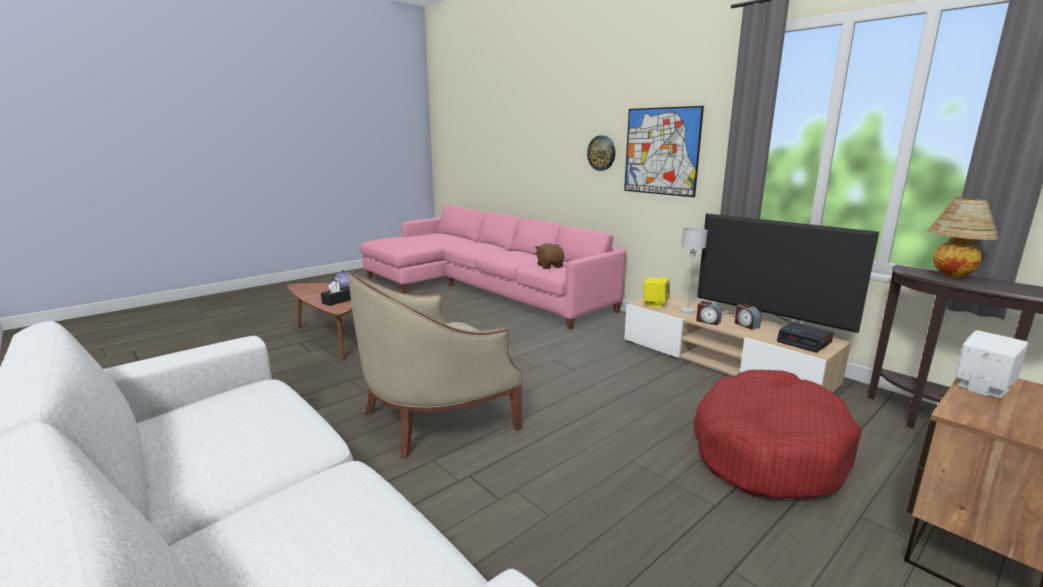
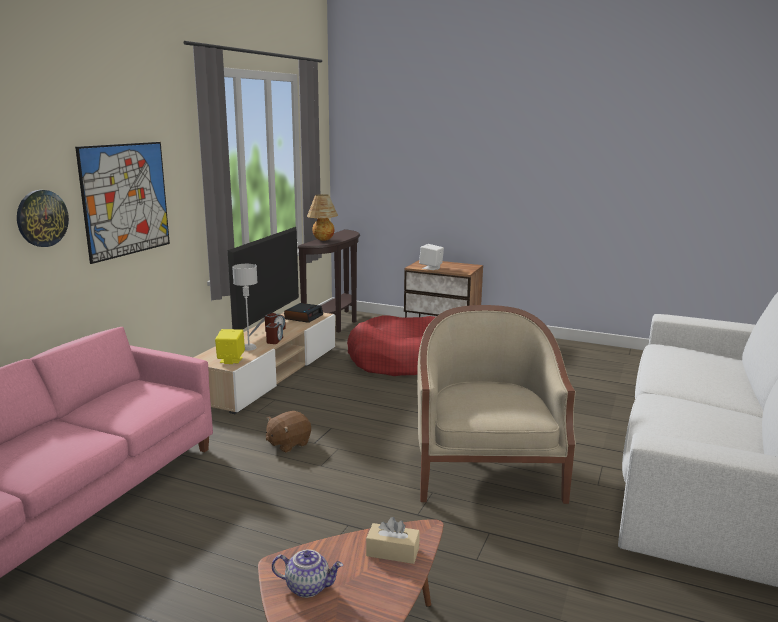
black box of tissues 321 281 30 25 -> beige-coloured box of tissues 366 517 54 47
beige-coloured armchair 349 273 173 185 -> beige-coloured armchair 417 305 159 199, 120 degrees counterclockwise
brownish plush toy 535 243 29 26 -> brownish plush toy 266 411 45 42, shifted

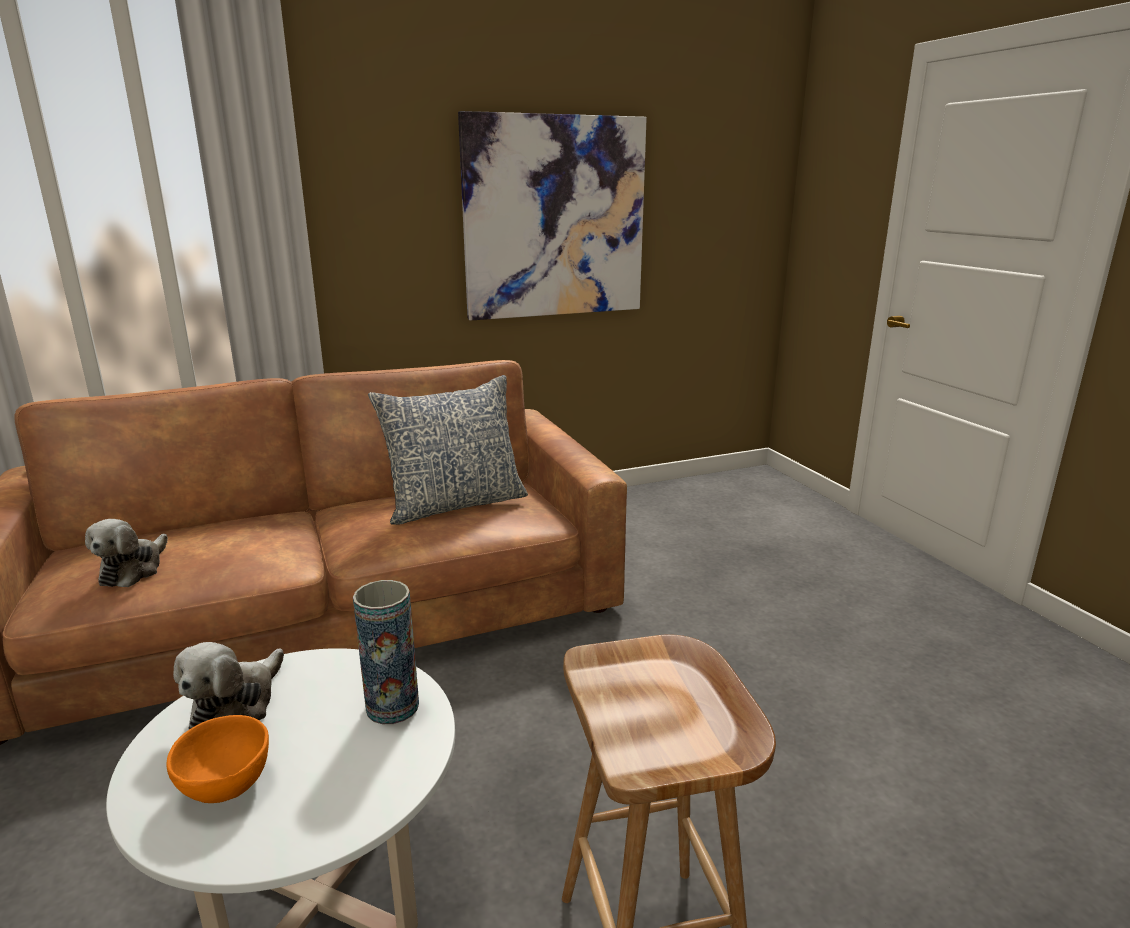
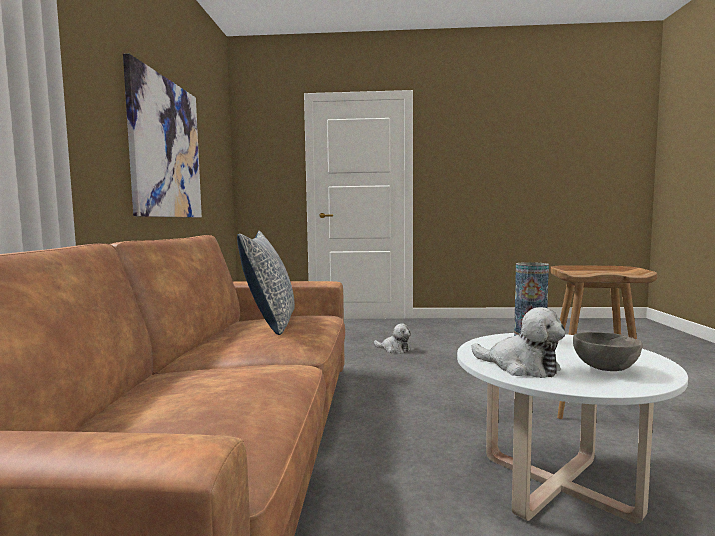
plush toy 85 519 83 68 -> plush toy 374 323 37 31, shifted
orangey bowl 167 715 102 88 -> gray bowl 573 332 70 39

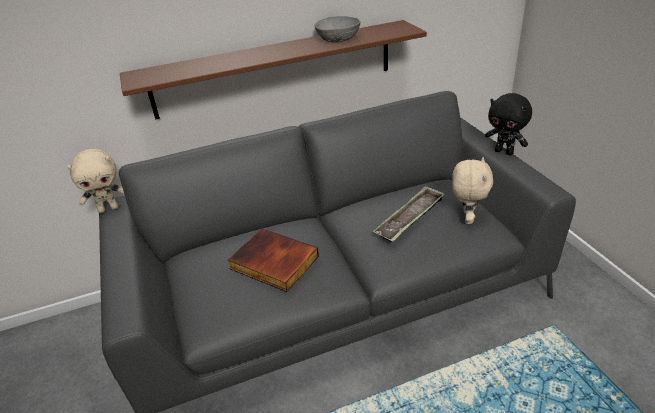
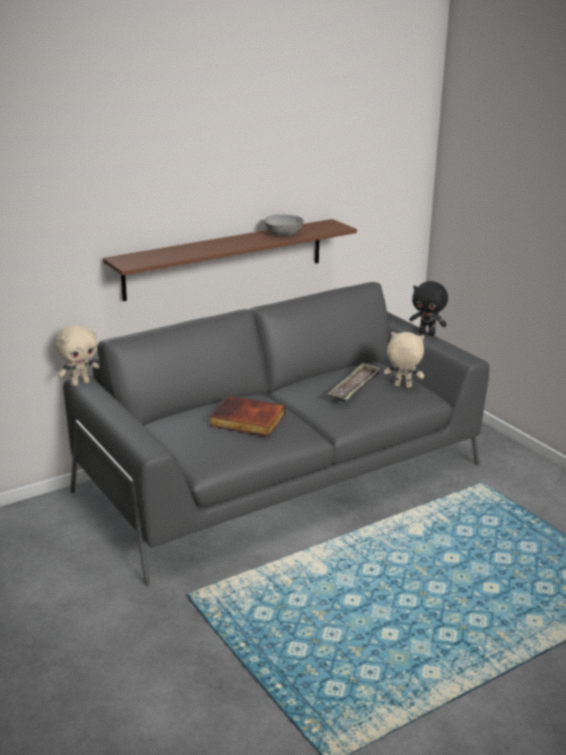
beige-coloured plush toy 452 157 41 67 -> beige-coloured plush toy 384 332 40 56, 75 degrees counterclockwise

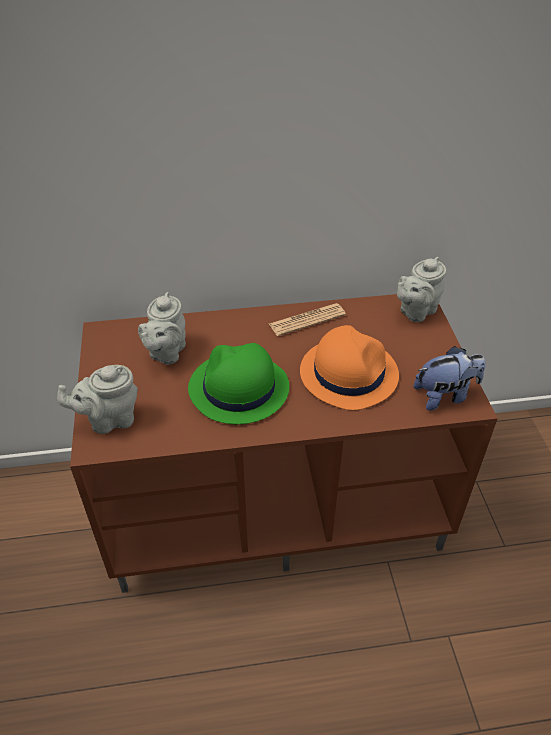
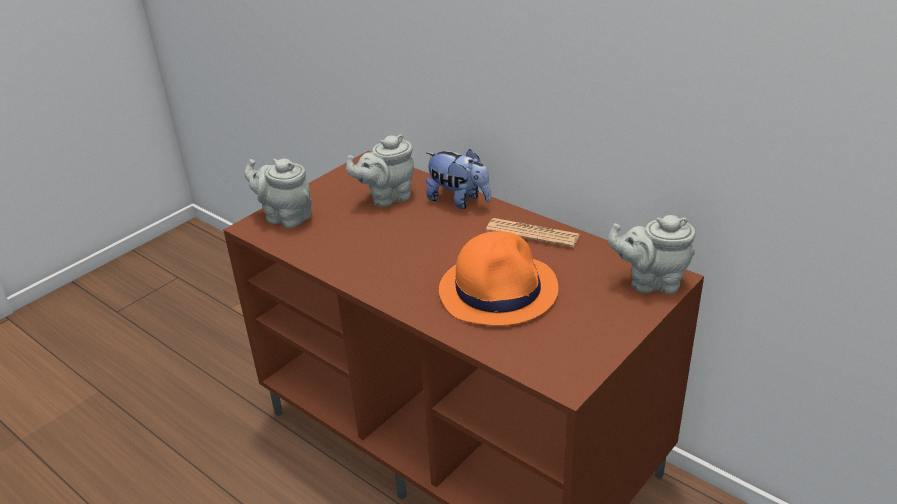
green hat 188 343 101 81 -> none
plush toy 413 346 72 65 -> plush toy 426 149 65 60, shifted

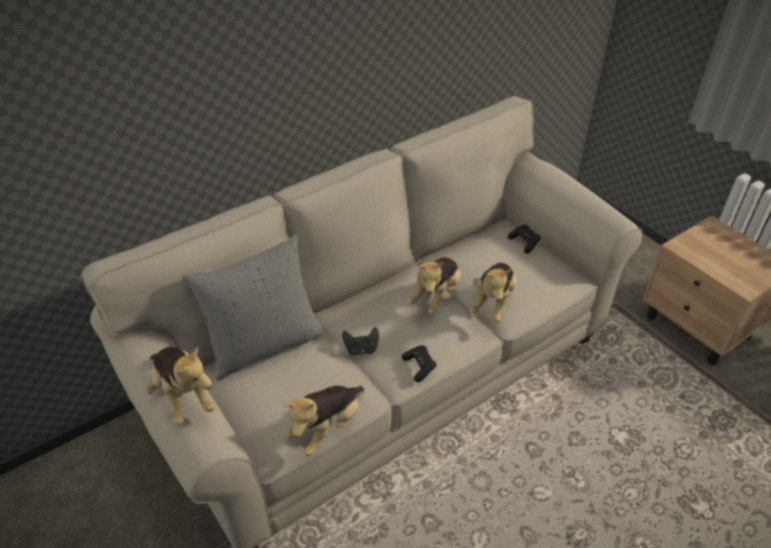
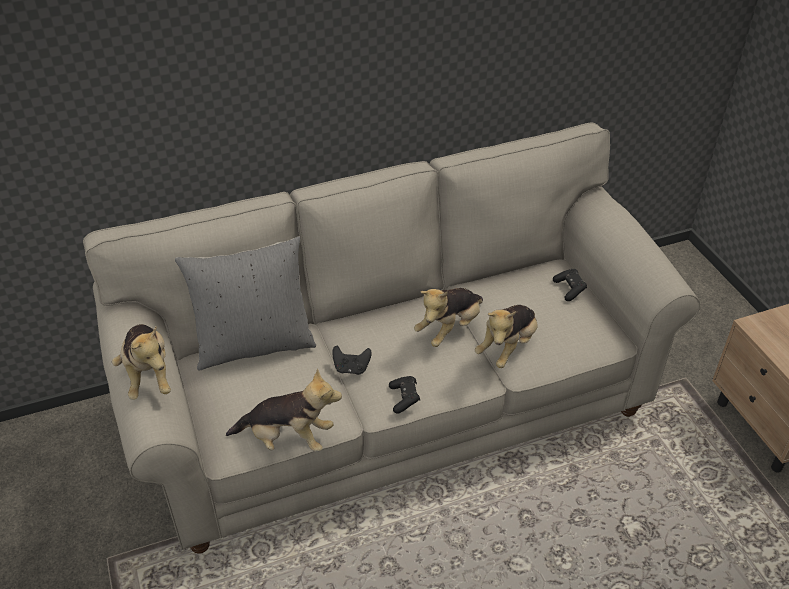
plush toy 284 385 80 71 -> plush toy 226 369 116 83, 135 degrees counterclockwise

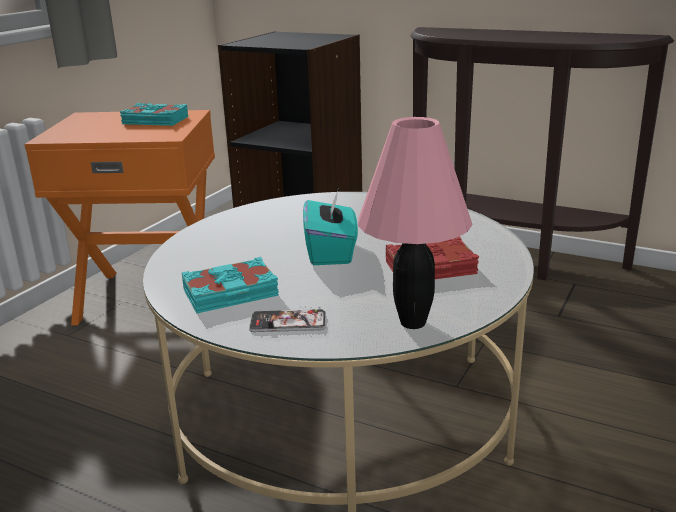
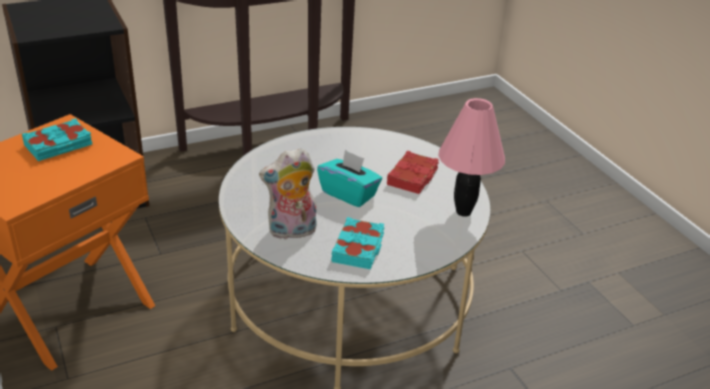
phone 249 306 77 26 -> none
none -> plush toy 259 148 58 92

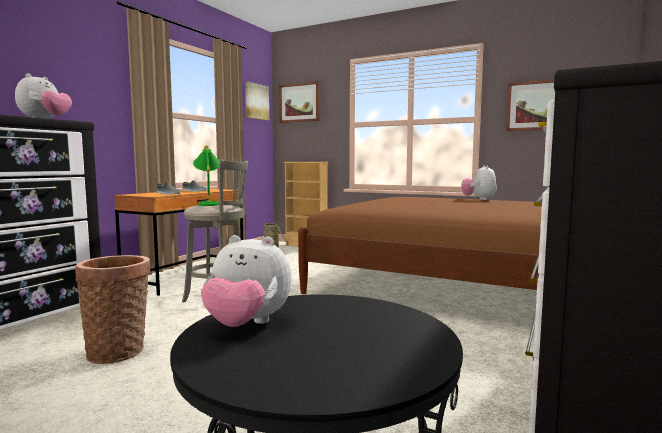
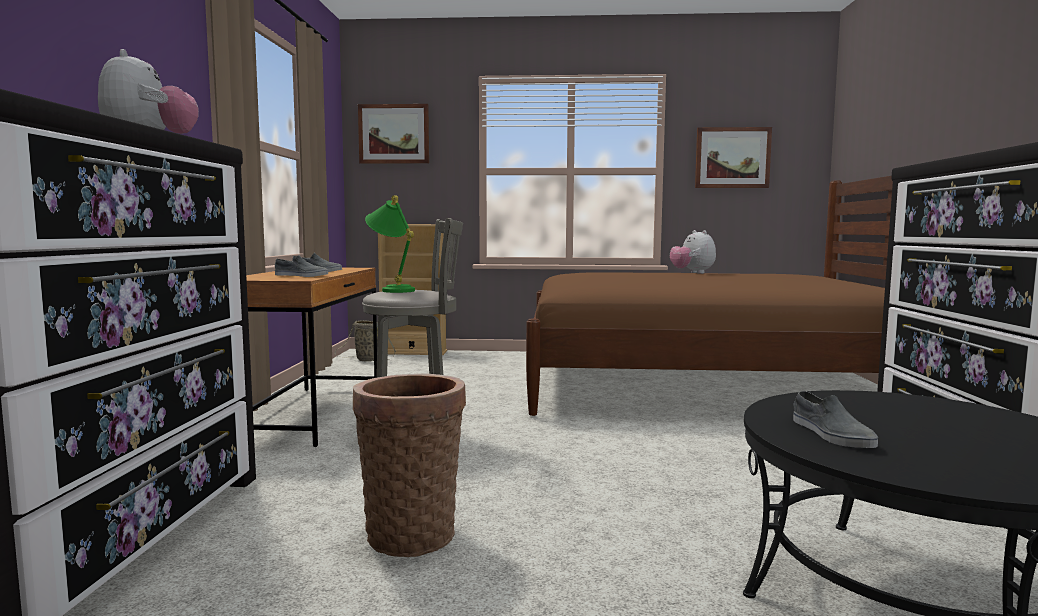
plush toy 201 235 91 92 -> gray item of footwear 793 391 85 57
picture 245 82 24 39 -> none

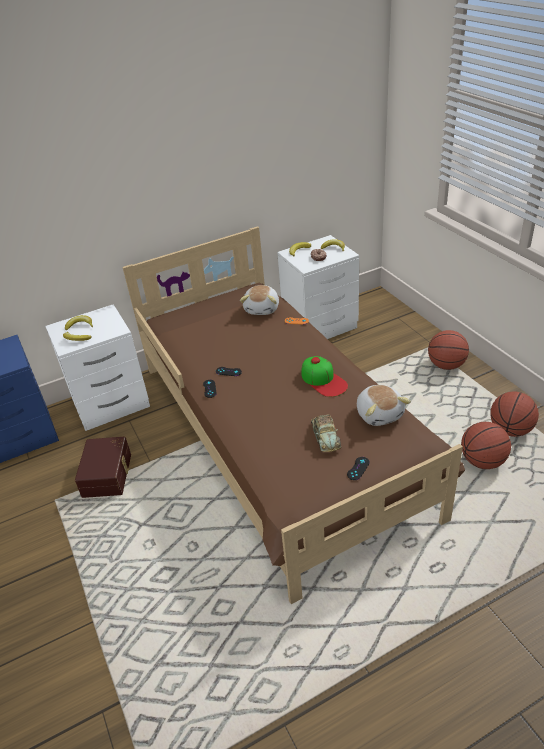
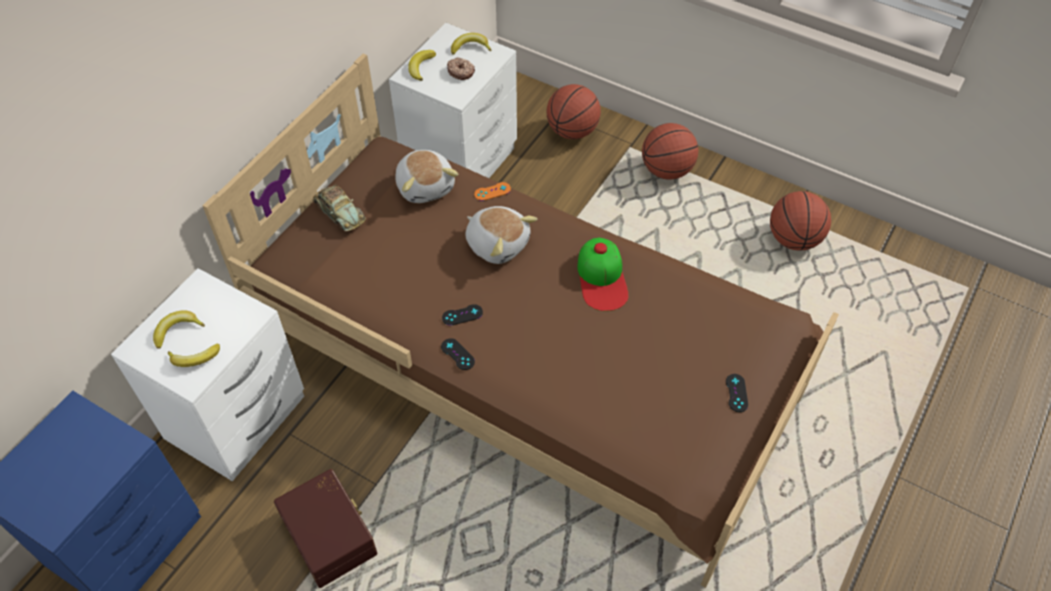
cap 301 356 47 41 -> cap 577 238 52 73, 60 degrees clockwise
miniature car 311 414 30 38 -> miniature car 313 185 53 47, shifted
plush toy 357 385 54 41 -> plush toy 466 206 71 58, shifted
basketball ball 461 422 50 47 -> basketball ball 547 84 54 55, shifted

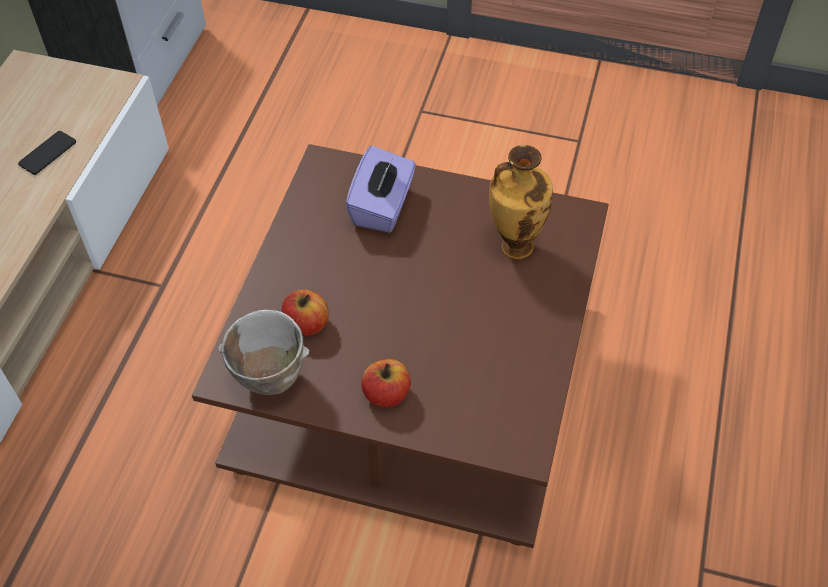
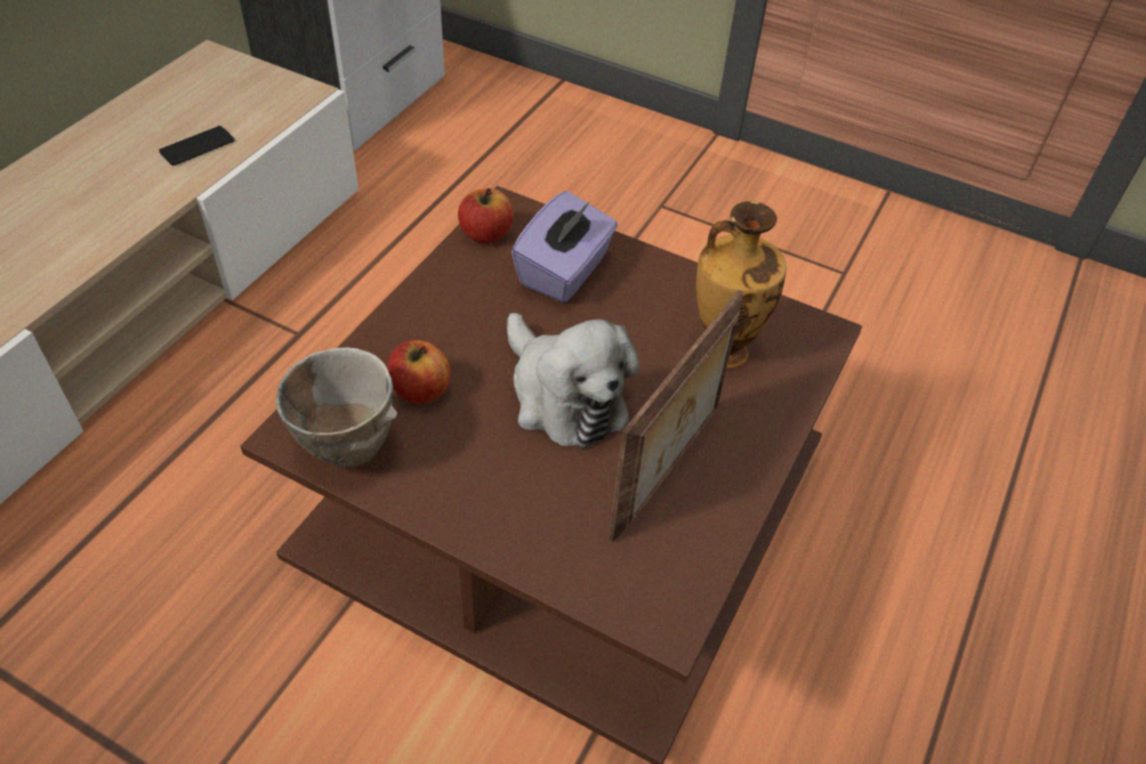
apple fruit 361 359 50 48 -> apple fruit 458 188 56 55, shifted
none -> plush toy 507 313 133 136
none -> picture frame 609 290 134 252

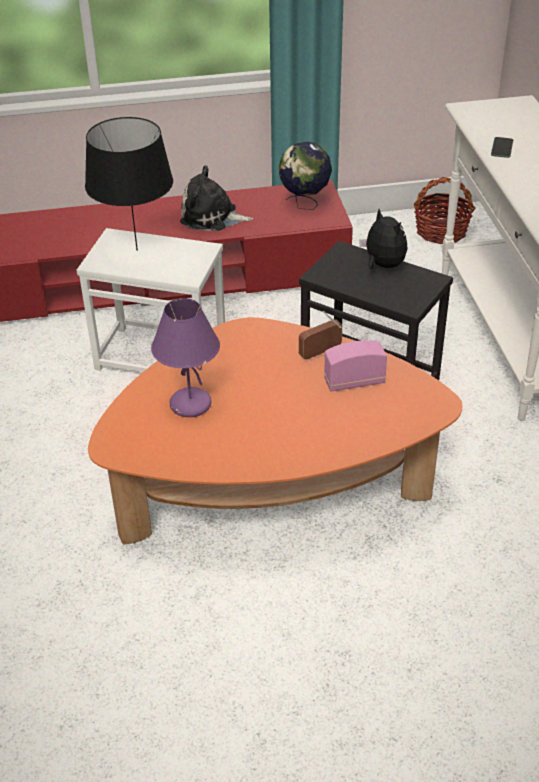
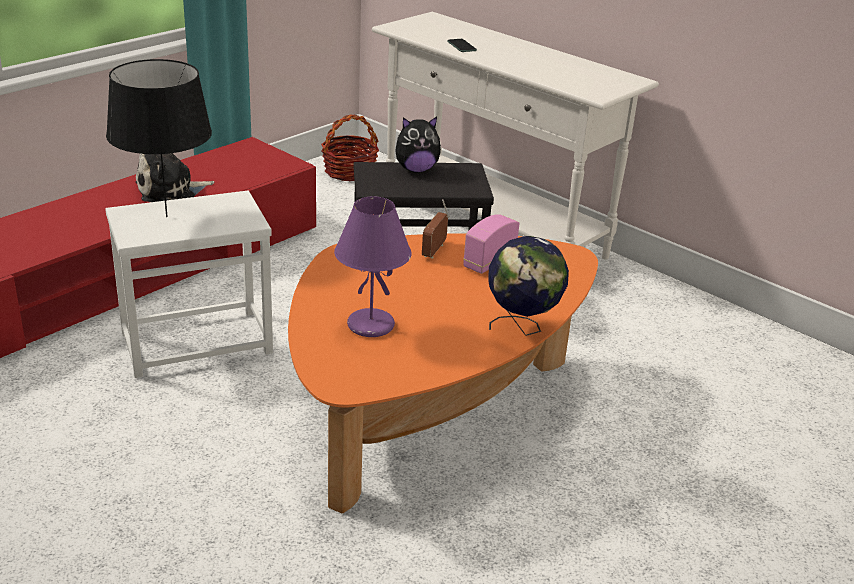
world globe 278 142 54 68 -> world globe 489 236 80 100, shifted
plush toy 359 209 49 60 -> plush toy 395 117 46 56, 150 degrees clockwise

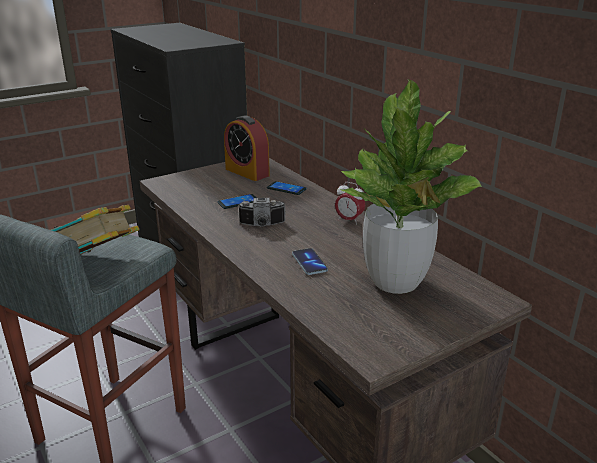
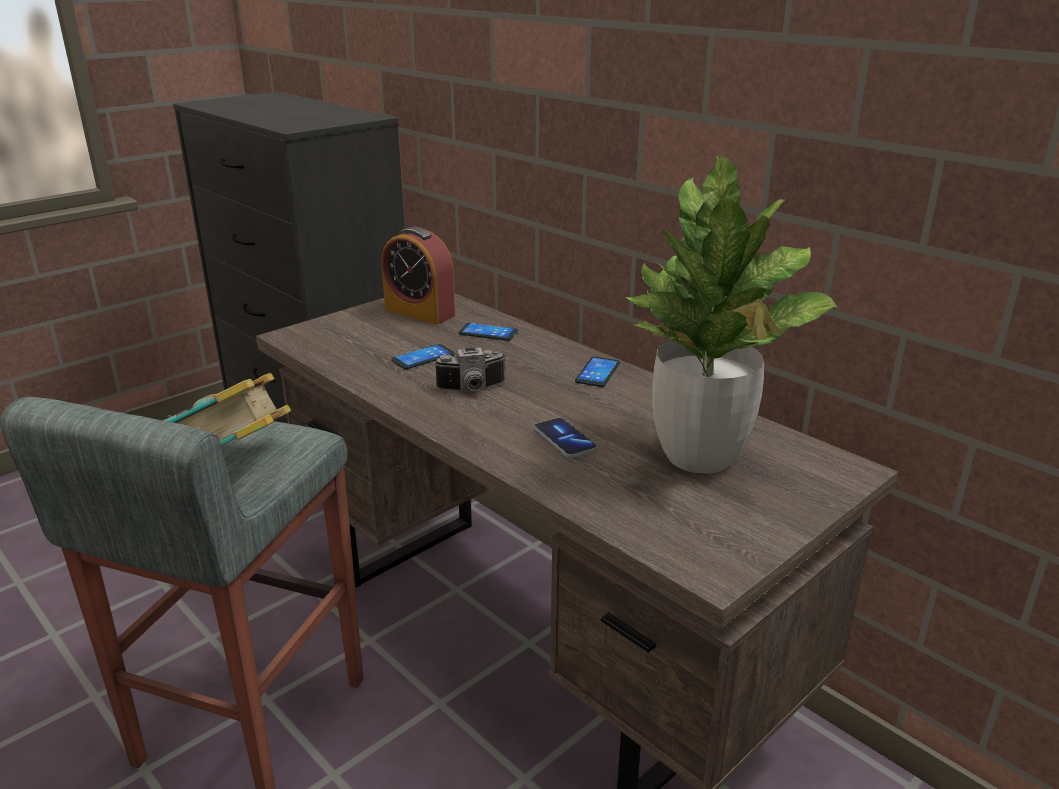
alarm clock 335 182 30 43 -> phone 575 357 45 30

